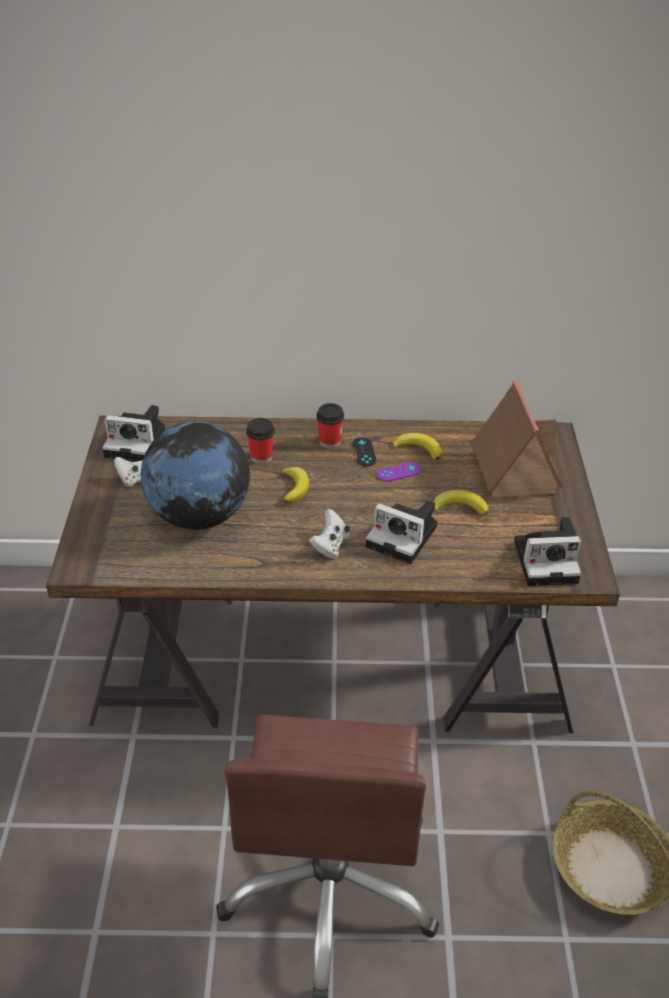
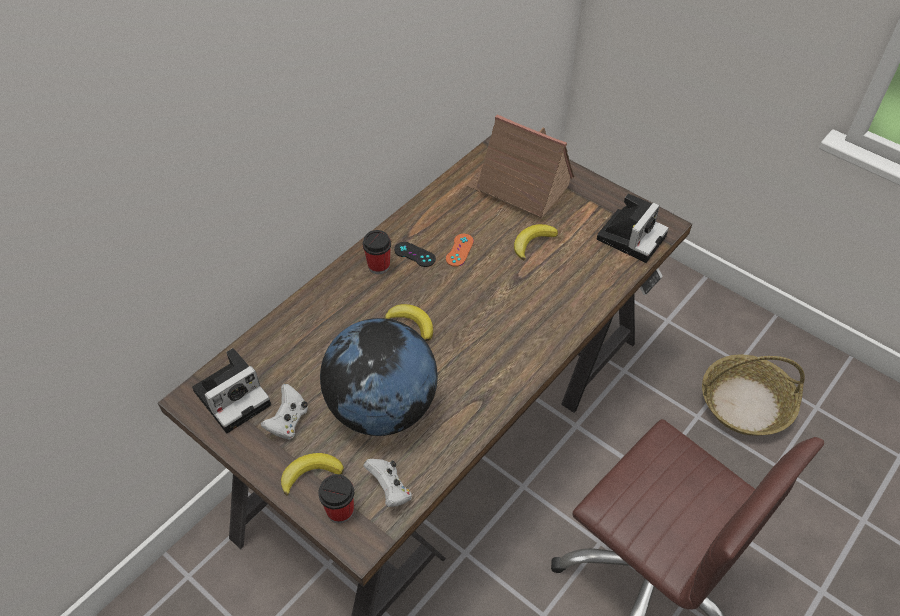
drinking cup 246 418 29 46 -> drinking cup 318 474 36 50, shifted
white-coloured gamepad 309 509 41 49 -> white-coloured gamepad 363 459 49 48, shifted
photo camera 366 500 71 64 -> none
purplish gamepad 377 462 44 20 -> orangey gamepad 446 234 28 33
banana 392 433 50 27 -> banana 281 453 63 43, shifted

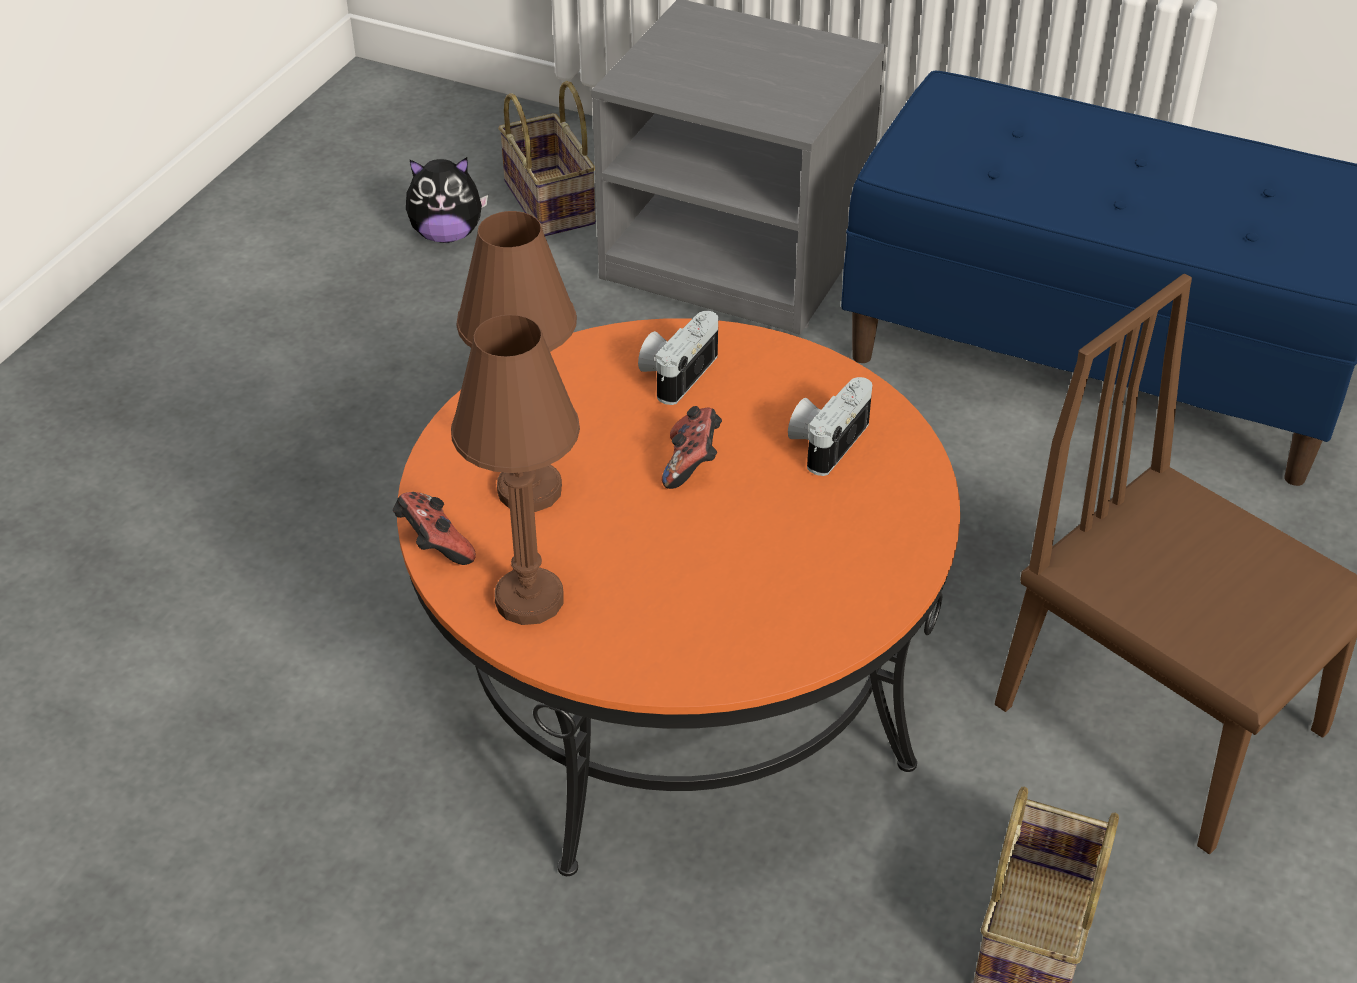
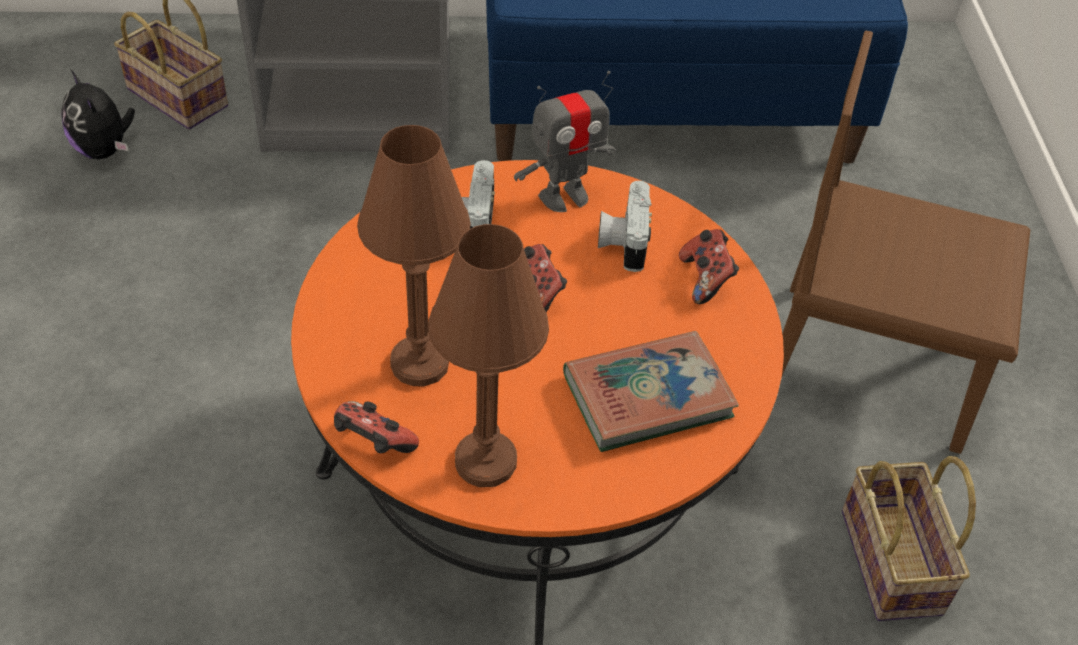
plush toy 406 157 82 86 -> plush toy 61 69 74 90, 90 degrees clockwise
none -> robot figure 514 71 102 141
none -> book 563 331 176 121
none -> gamepad 679 229 60 75

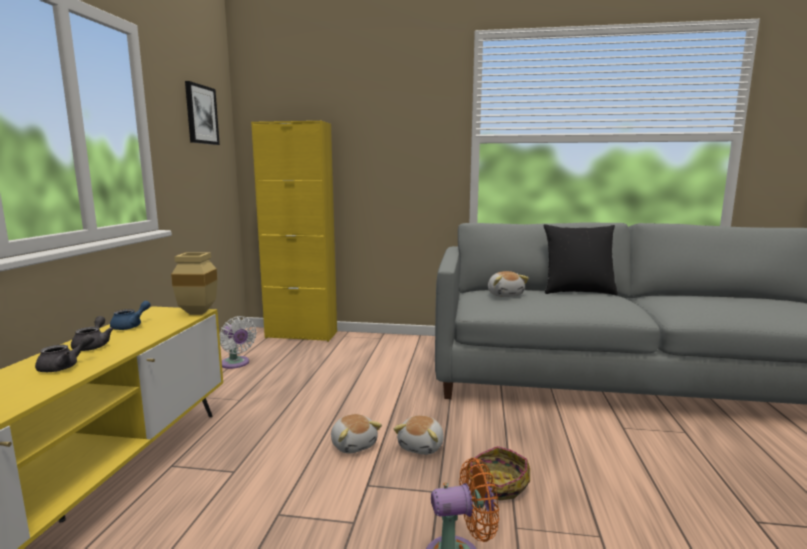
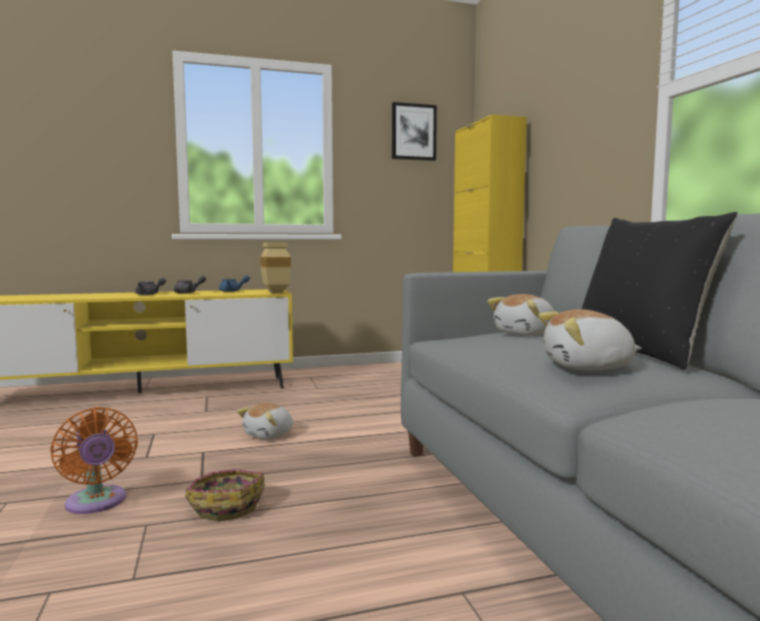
white-coloured electric fan 219 316 38 53 -> none
plush toy 393 415 51 40 -> plush toy 538 309 103 62, shifted

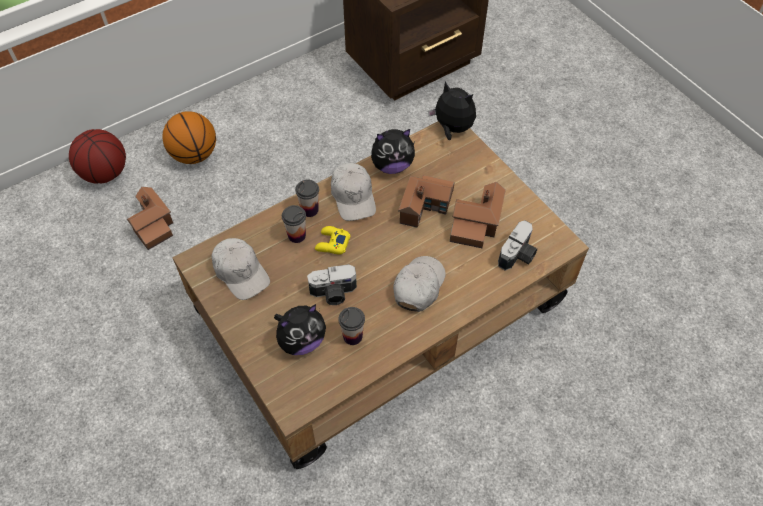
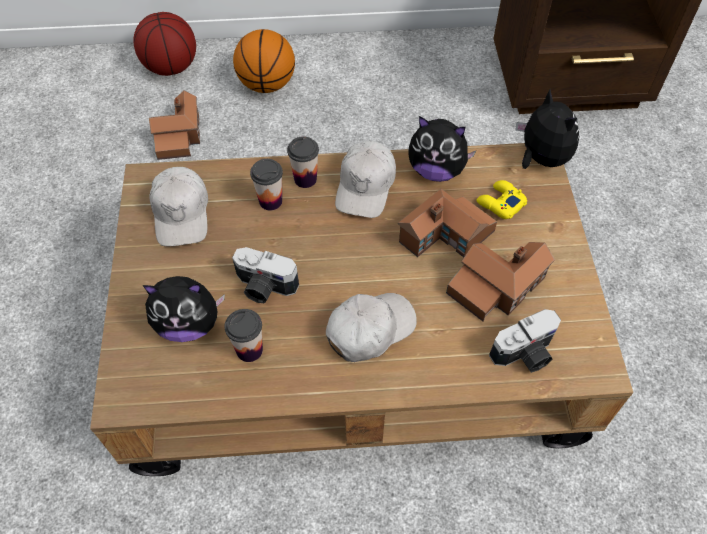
yellow gamepad 315 226 36 28 -> yellow gamepad 476 180 51 39, shifted

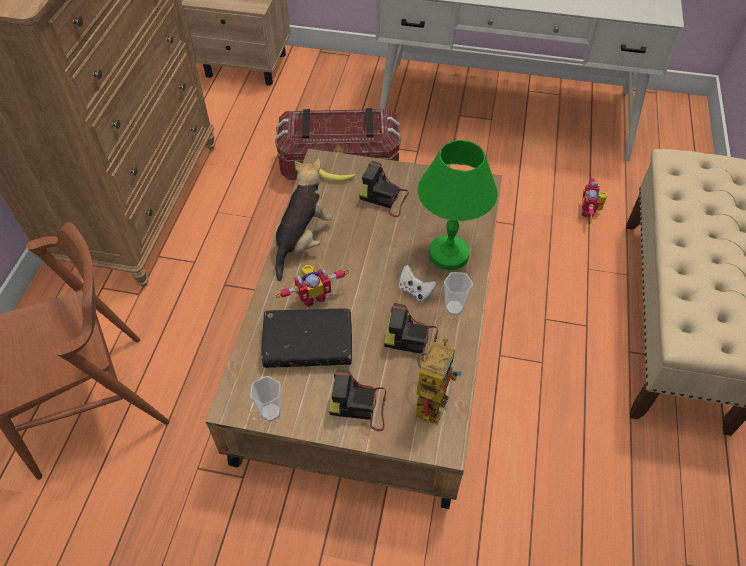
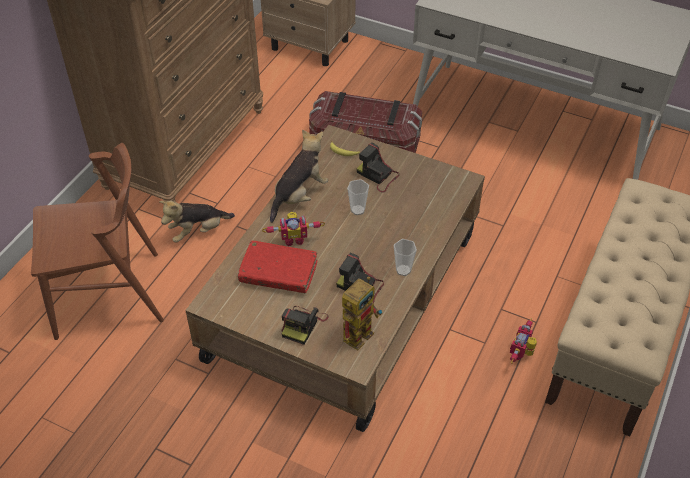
drinking cup 250 376 31 45 -> drinking cup 347 179 22 36, shifted
black book 261 308 91 60 -> red book 238 241 80 52
photo camera 329 369 57 62 -> photo camera 281 306 48 39, 90 degrees counterclockwise
white-coloured gamepad 398 265 39 37 -> none
green tabletop lamp 417 140 81 130 -> none
robot figure 582 176 26 43 -> robot figure 510 318 27 46, shifted
none -> plush toy 159 201 76 42

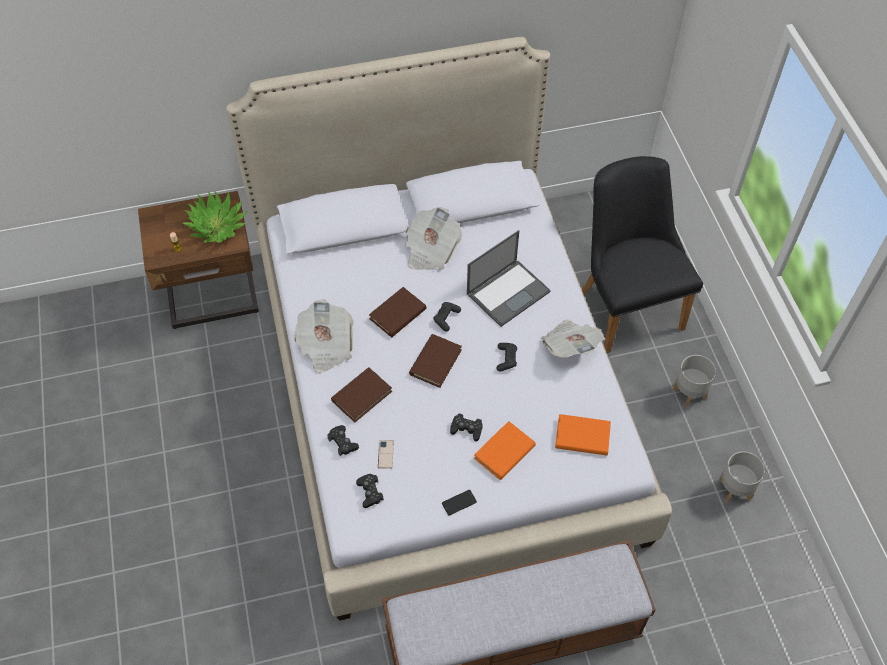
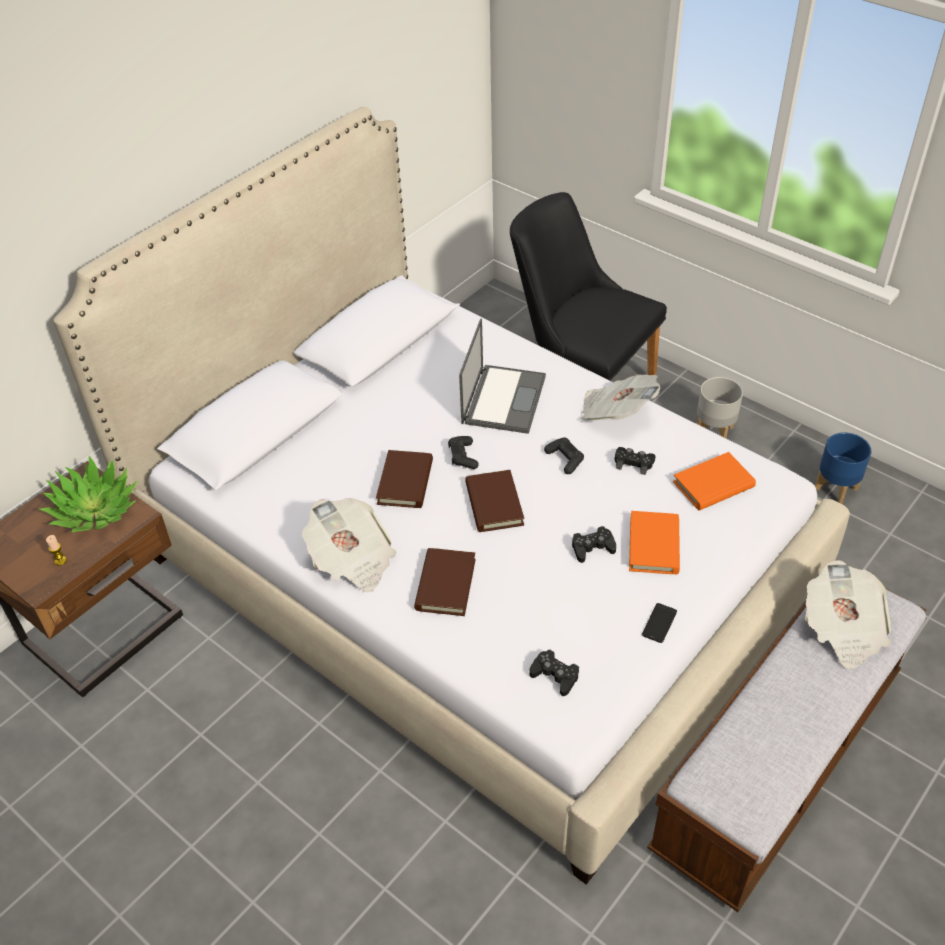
black gamepad 327 425 32 31 -> black gamepad 614 447 42 28, shifted
phone 378 440 16 29 -> none
printed paper 405 207 57 63 -> printed paper 805 560 86 109, shifted
gray plant pot 719 451 46 52 -> blue plant pot 815 432 56 72

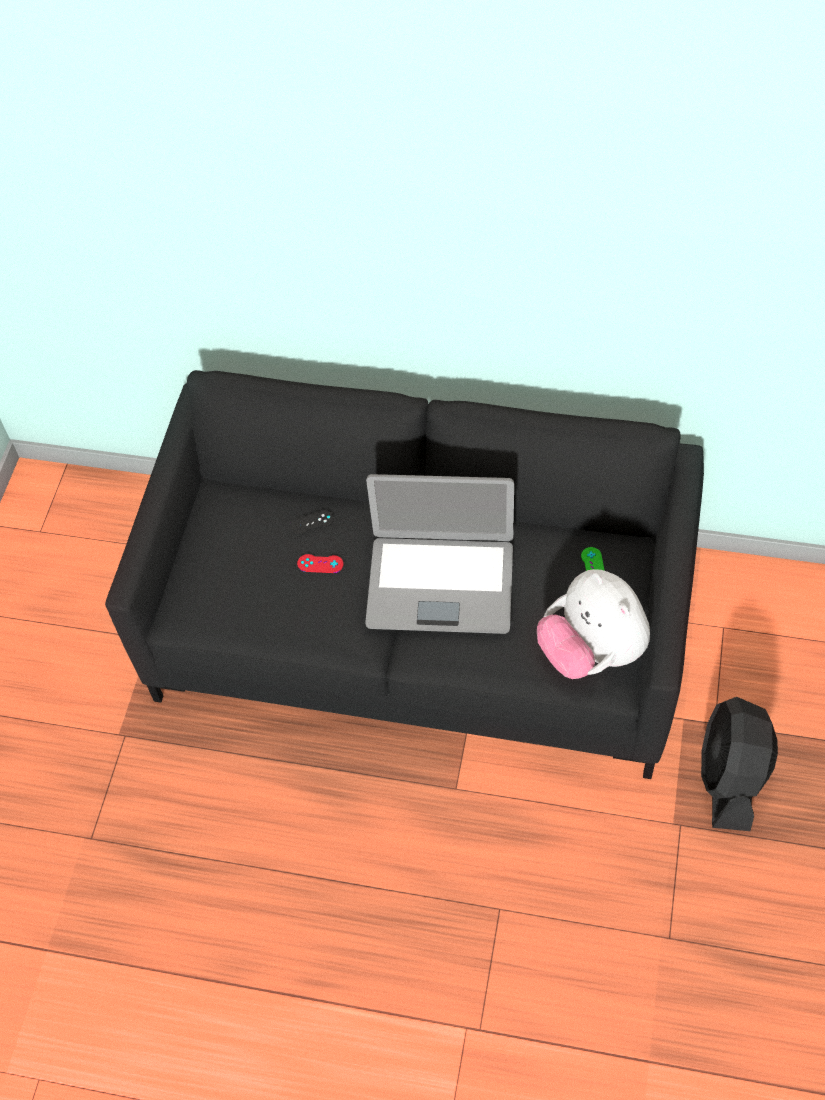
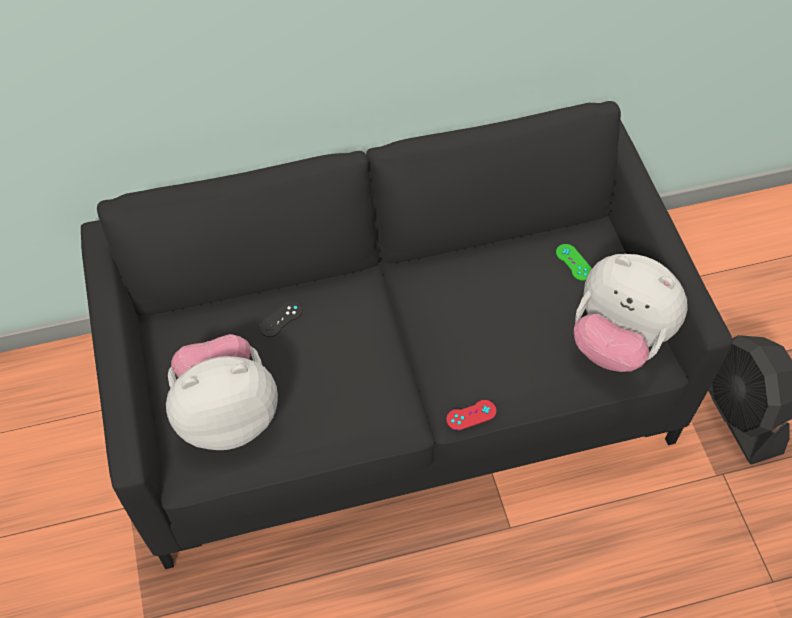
red gamepad 297 554 46 19 -> red gamepad 446 400 50 30, shifted
laptop 365 474 149 160 -> none
none -> plush toy 166 334 112 116

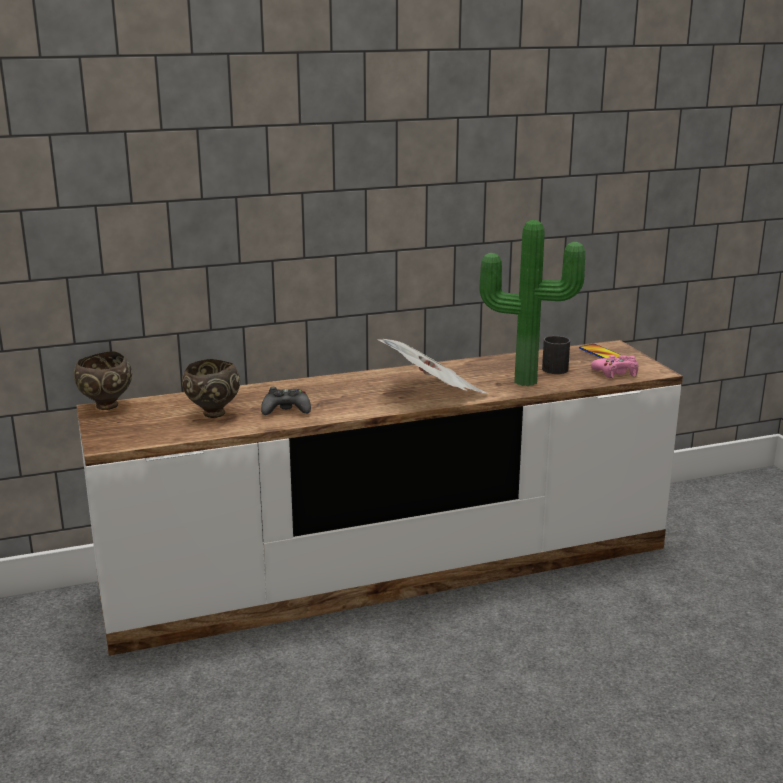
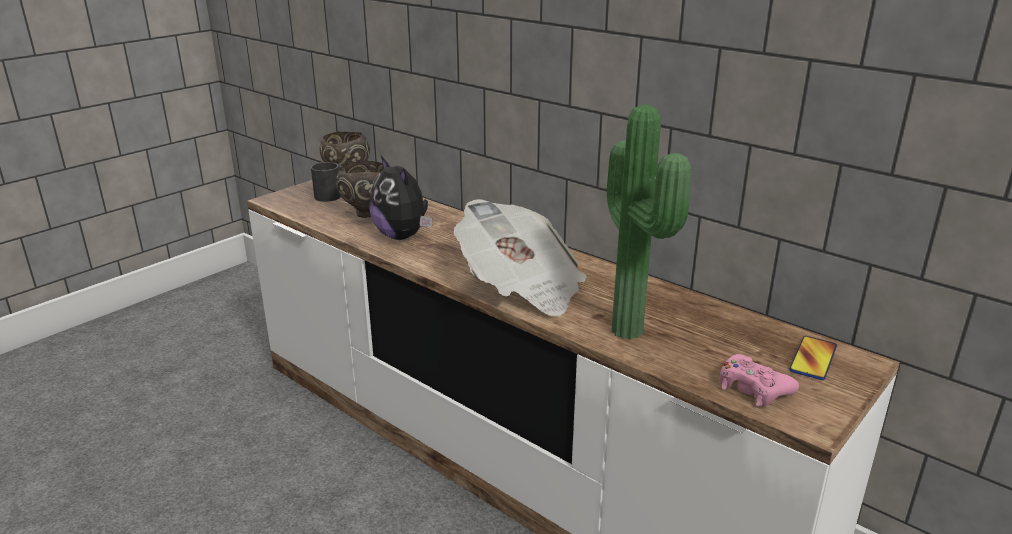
black gamepad 261 387 50 28 -> plush toy 369 156 63 84
black mug 542 336 28 38 -> black mug 311 162 32 40, shifted

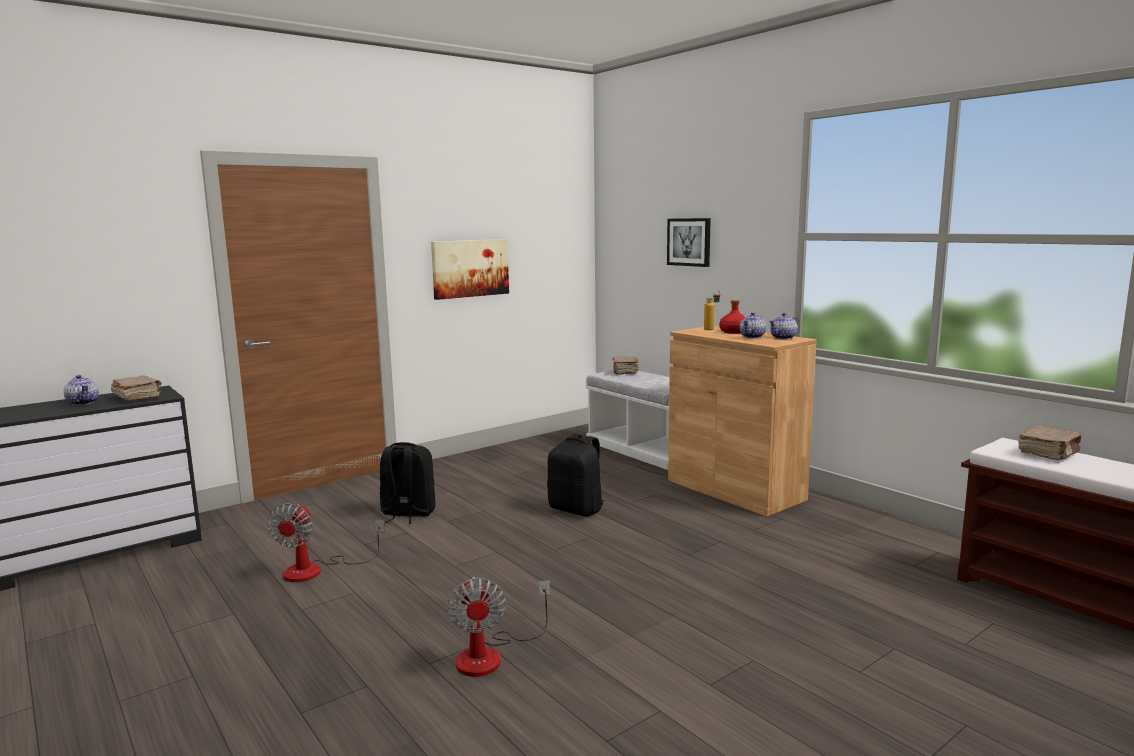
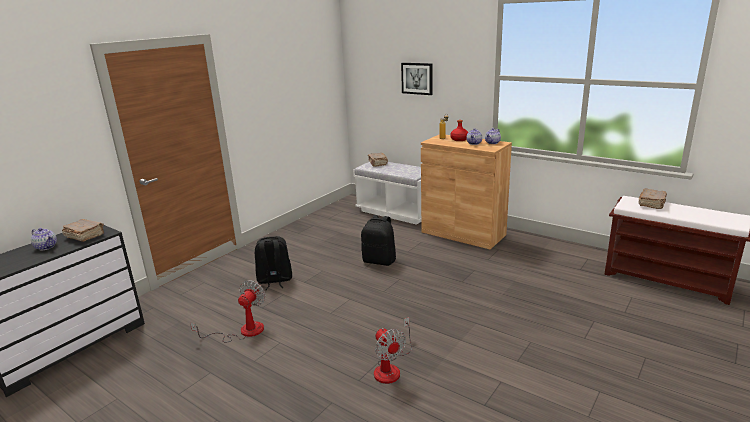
electric fan 268 504 116 78 -> electric fan 190 280 75 63, 150 degrees counterclockwise
picture 431 239 78 61 -> none

